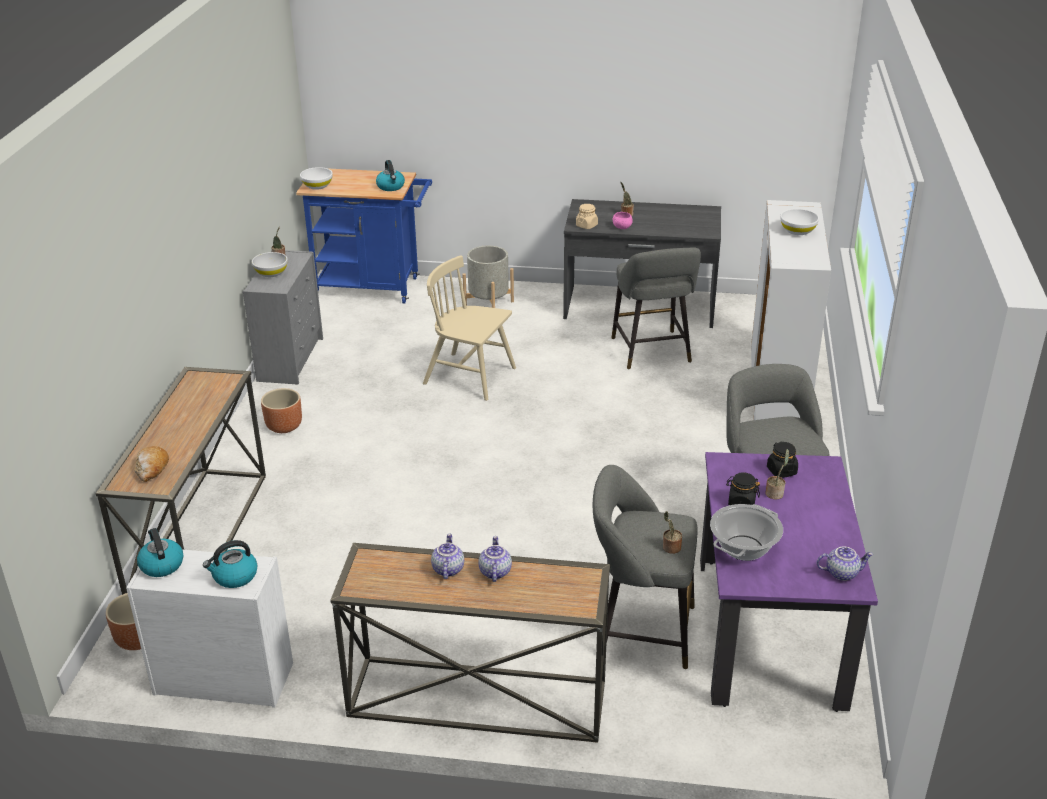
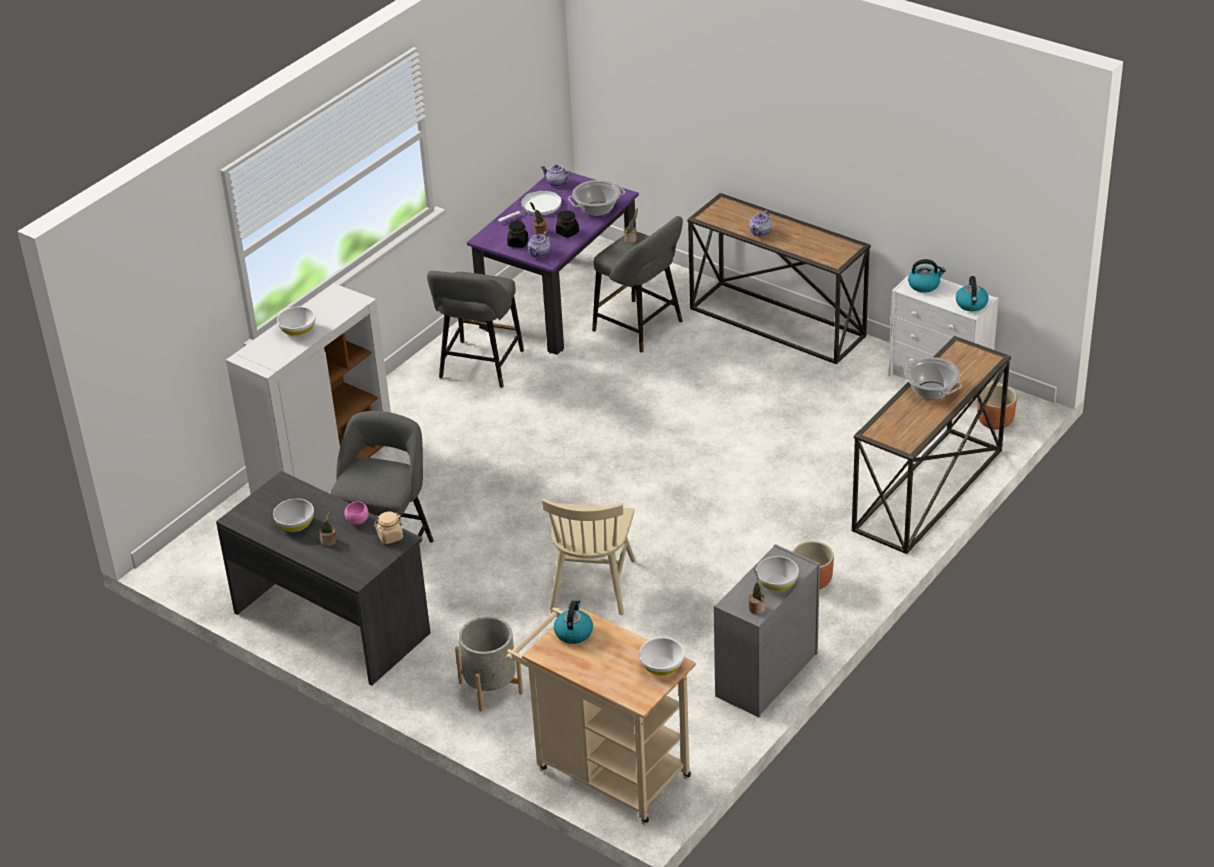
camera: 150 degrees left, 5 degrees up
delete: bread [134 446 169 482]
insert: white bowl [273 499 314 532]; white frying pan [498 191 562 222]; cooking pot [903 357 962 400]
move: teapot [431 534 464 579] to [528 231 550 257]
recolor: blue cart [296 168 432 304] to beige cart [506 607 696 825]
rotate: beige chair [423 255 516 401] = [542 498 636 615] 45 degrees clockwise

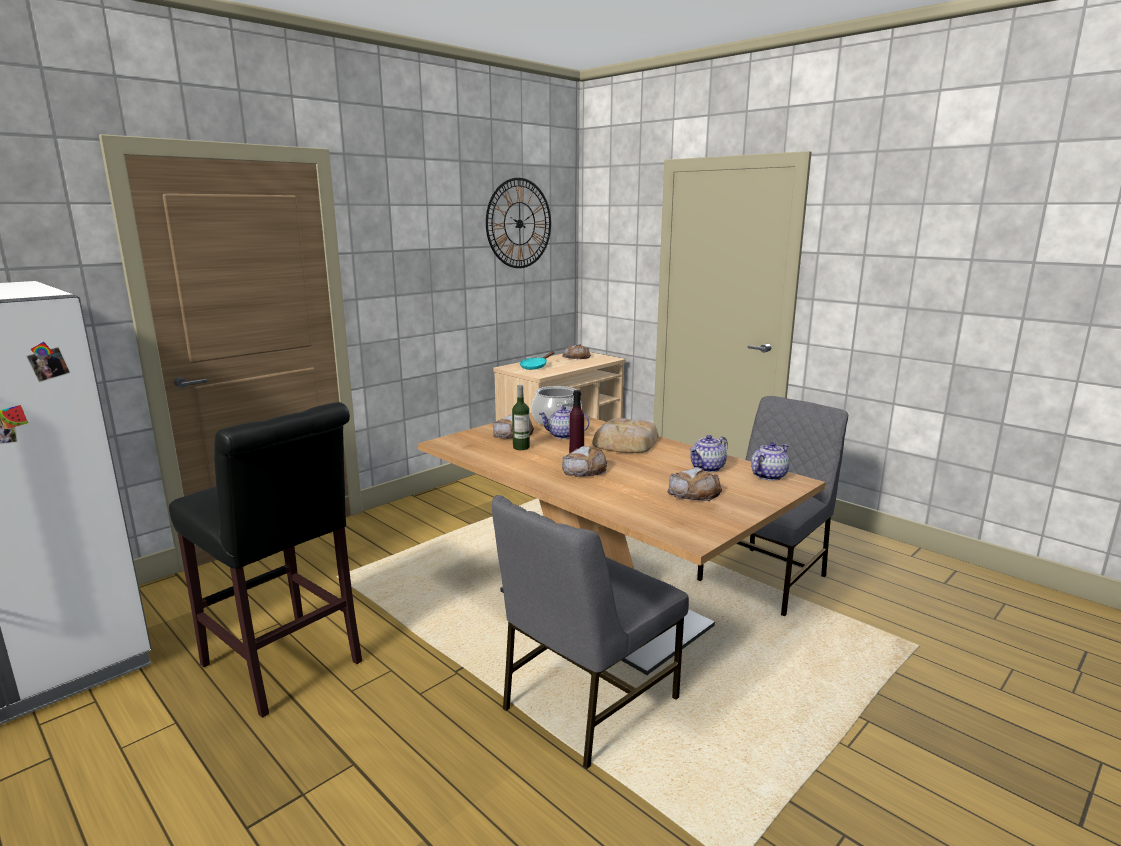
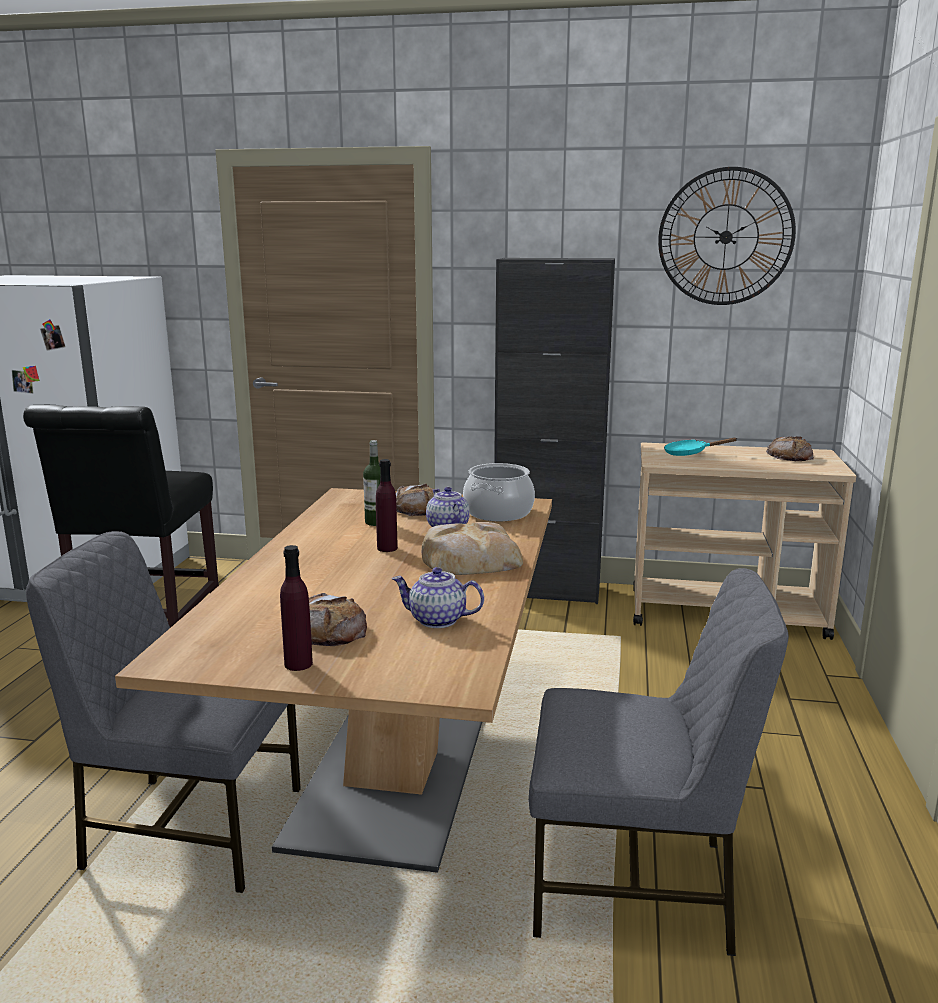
camera: 55 degrees right, 0 degrees up
delete: bread [562 446 607 477]; teapot [751 442 790 481]
insert: purple bottle [280 545 313 671]; black cabinet [494 258 615 604]

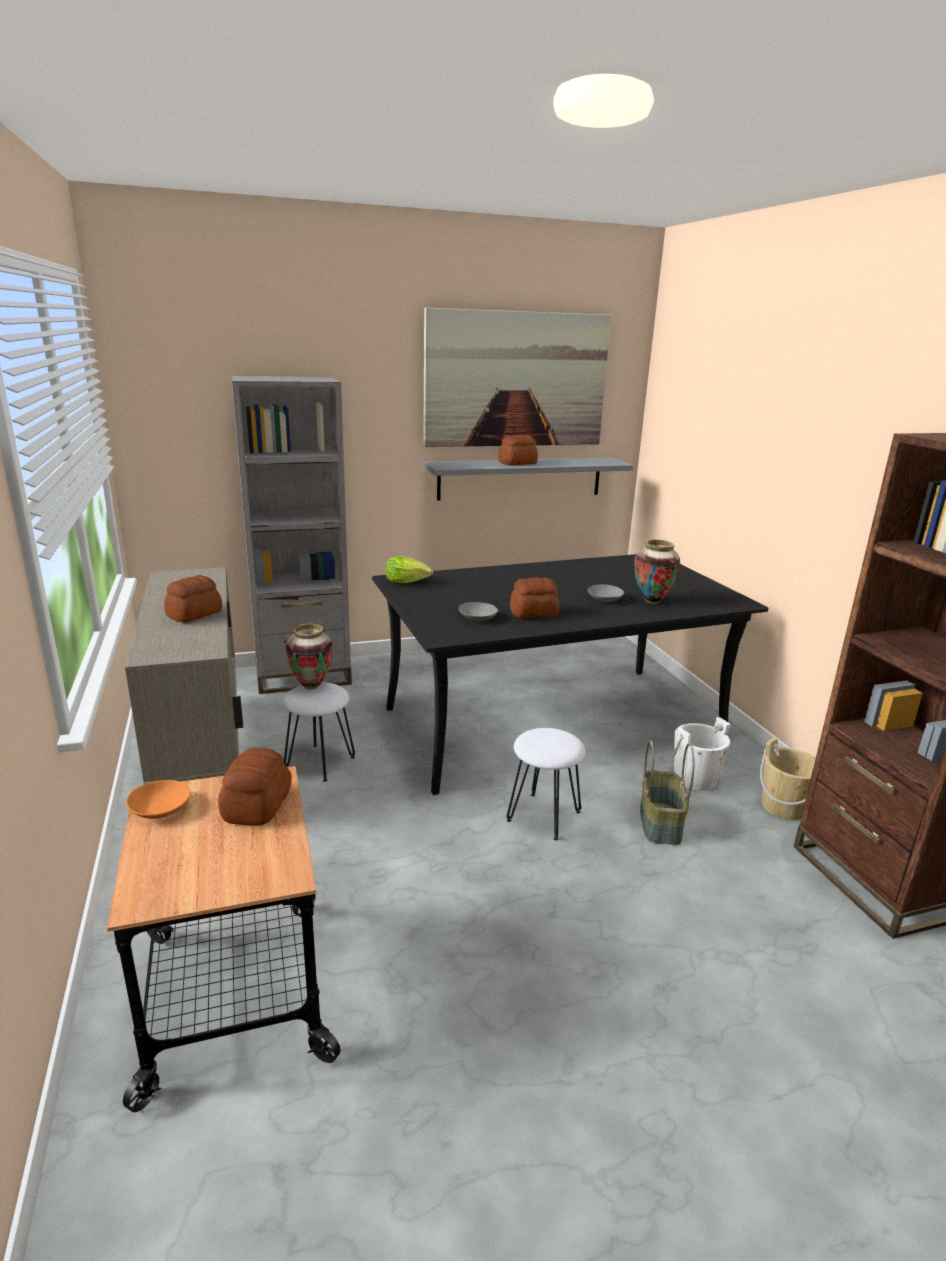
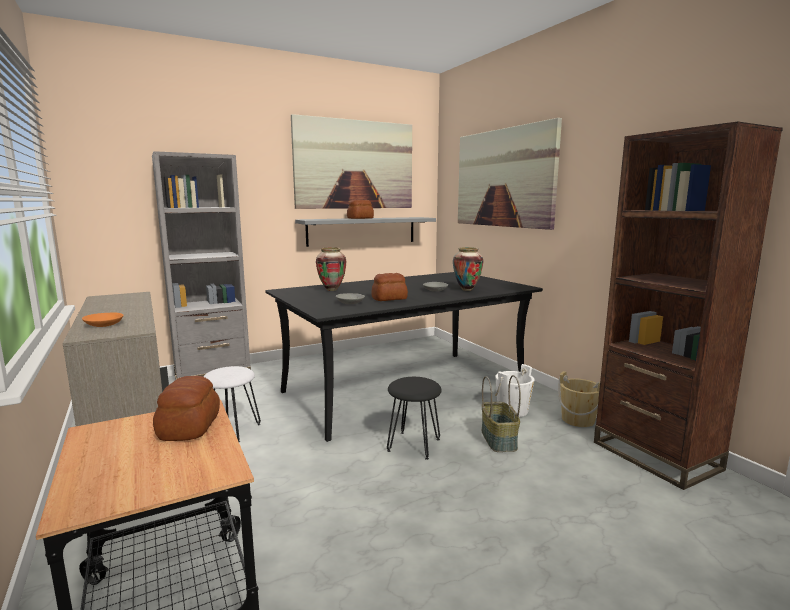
camera: 10 degrees left, 10 degrees down
delete: bread [164 575 222 623]; lettuce [385 556 433 583]
insert: picture [458 118 562 230]
move: orange bowl [126 780 190 819] to [82 312 124 327]; vase [286 624 332 690] to [316 247 346 291]
recolor: white stool [507 728 586 841] to black stool [387 377 442 460]

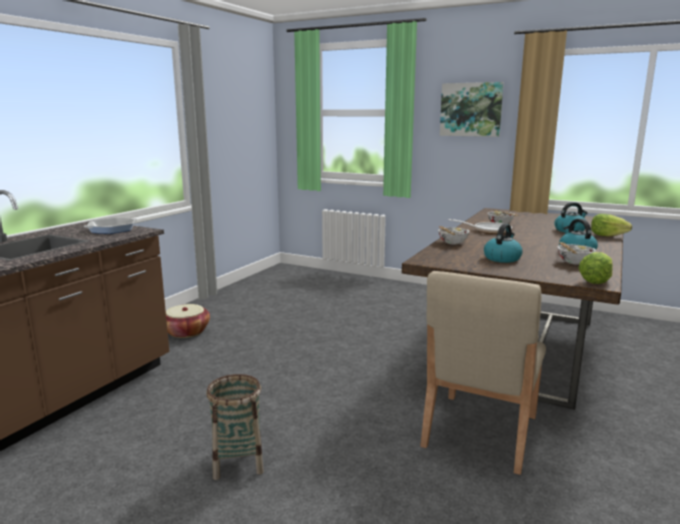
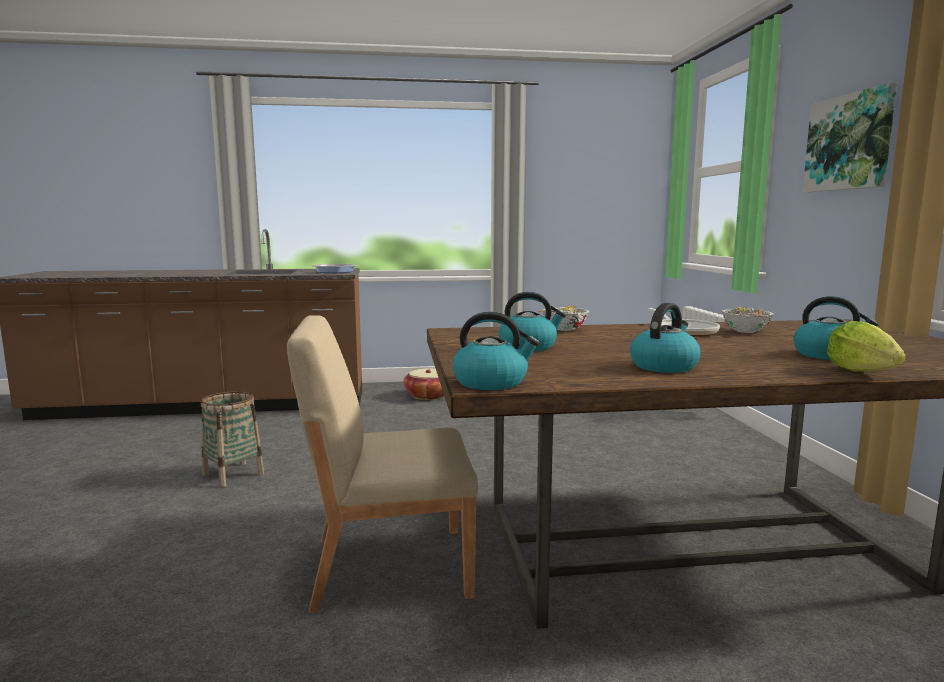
camera: 55 degrees right, 5 degrees down
delete: bowl [557 242 596 264]
replace: lettuce [578 252 613 284] to kettle [453 312 540 390]

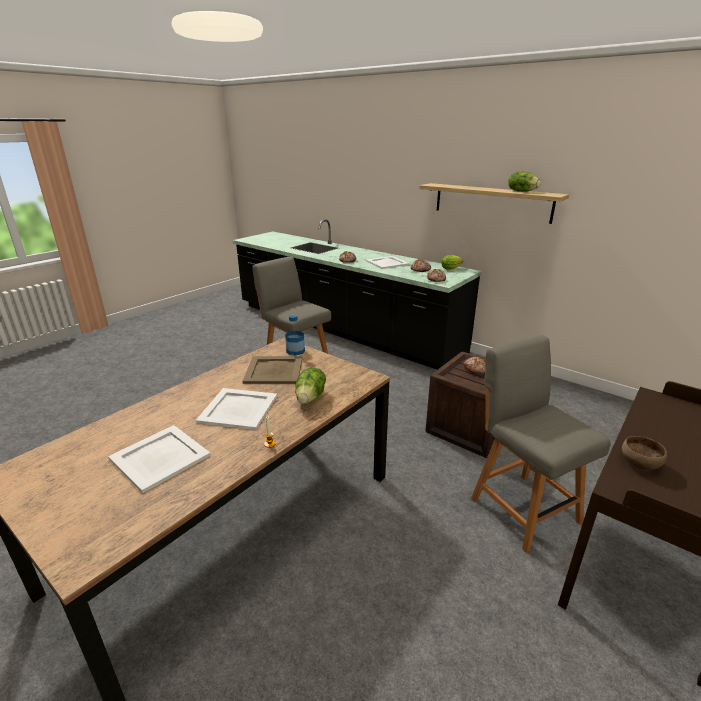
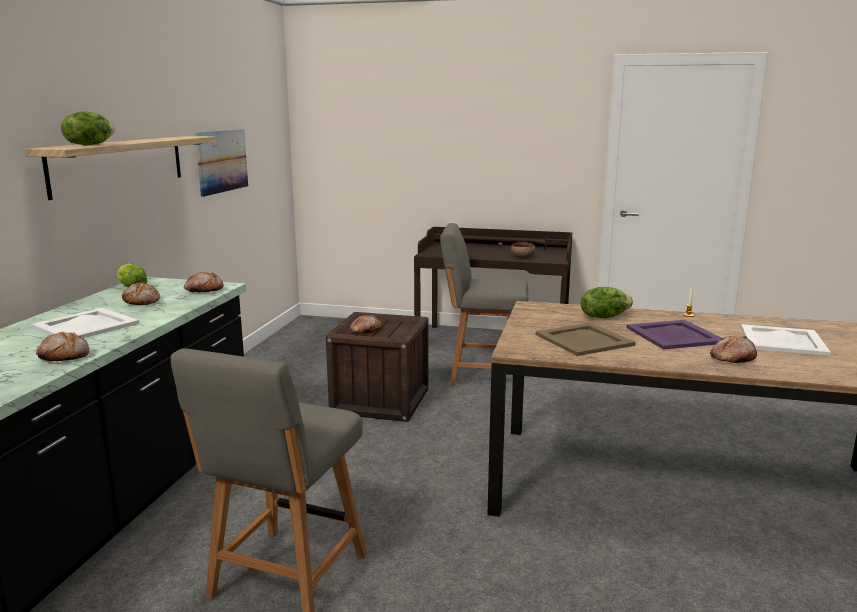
camera: 115 degrees left, 10 degrees down
delete: bottle [285 315 305 356]
insert: picture [195 129 248 197]; bread [710 336 757 363]
move: lettuce [508 172 541 192] to [61 111 115 145]
recolor: white tray [196 388 277 430] to purple tray [626 320 722 350]
rotate: grey chair [471 335 611 553] = [440 223 528 386] 60 degrees clockwise

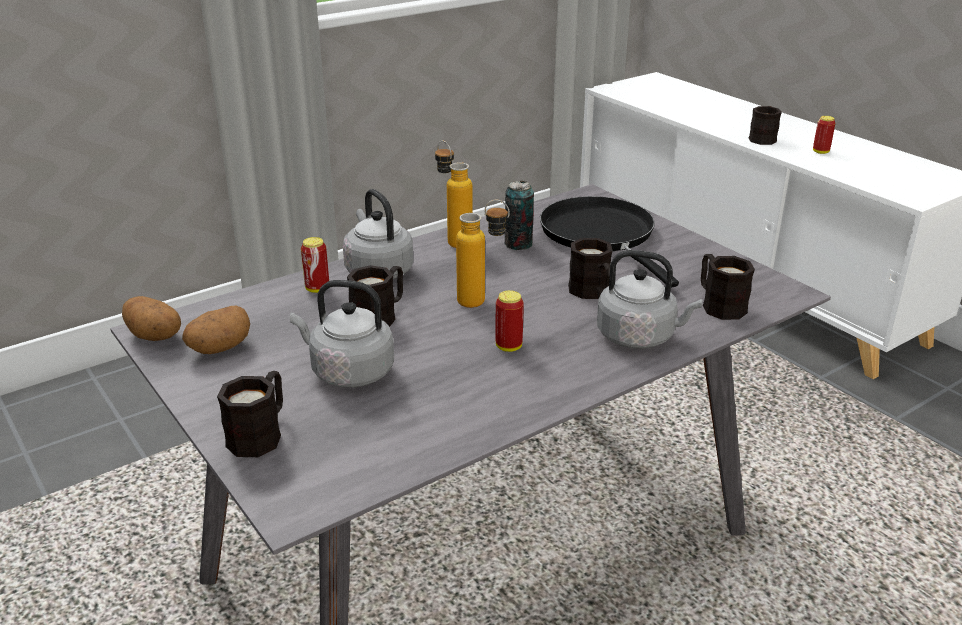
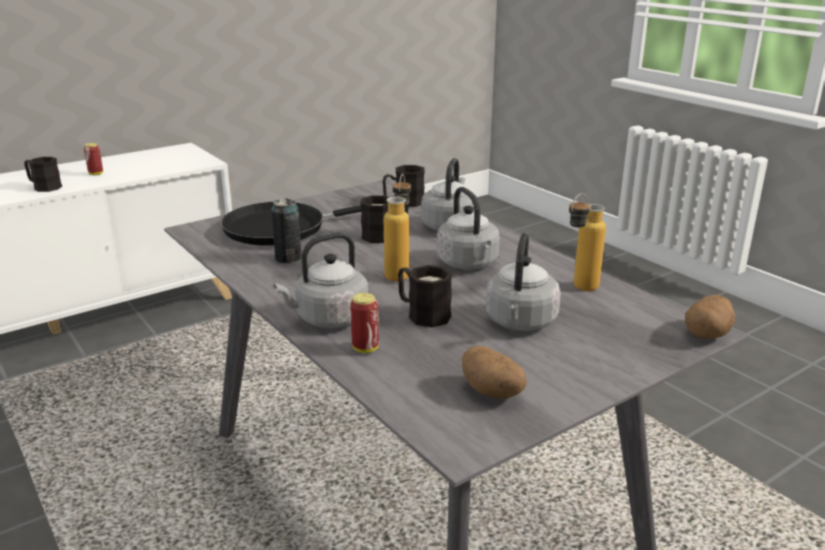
camera: 90 degrees left, 5 degrees down
delete: black mug [217 371 283 457]
move: potato [122 296 181 341] to [685 295 736 340]; bottle [435 141 473 248] to [569 193 606 291]
replace: can [495 290 524 352] to grey kettle [437 187 500 269]

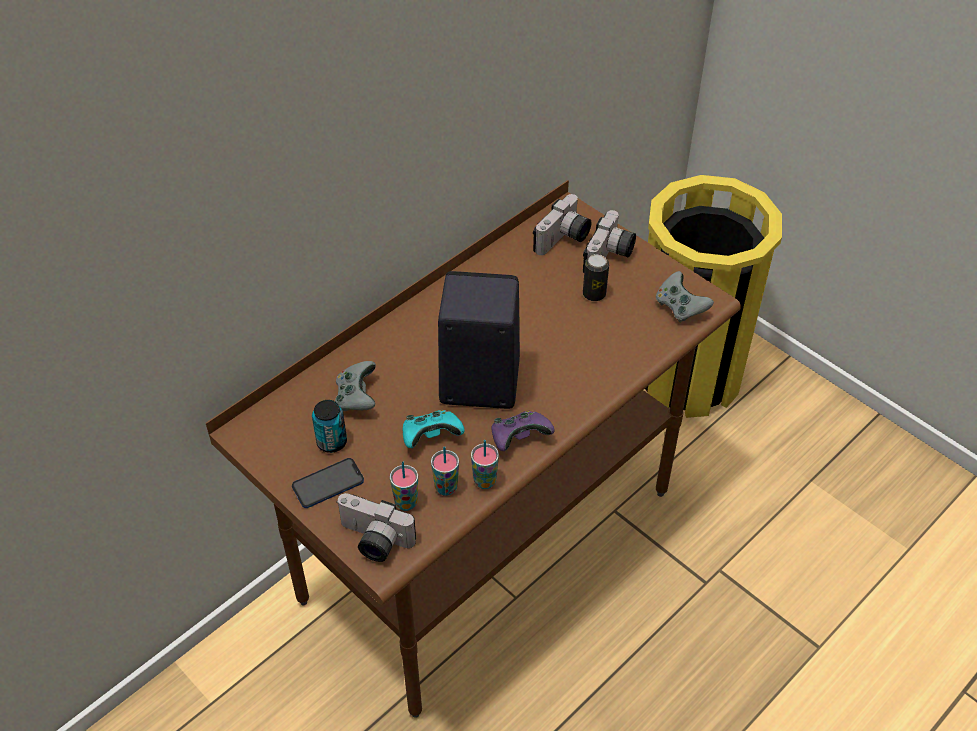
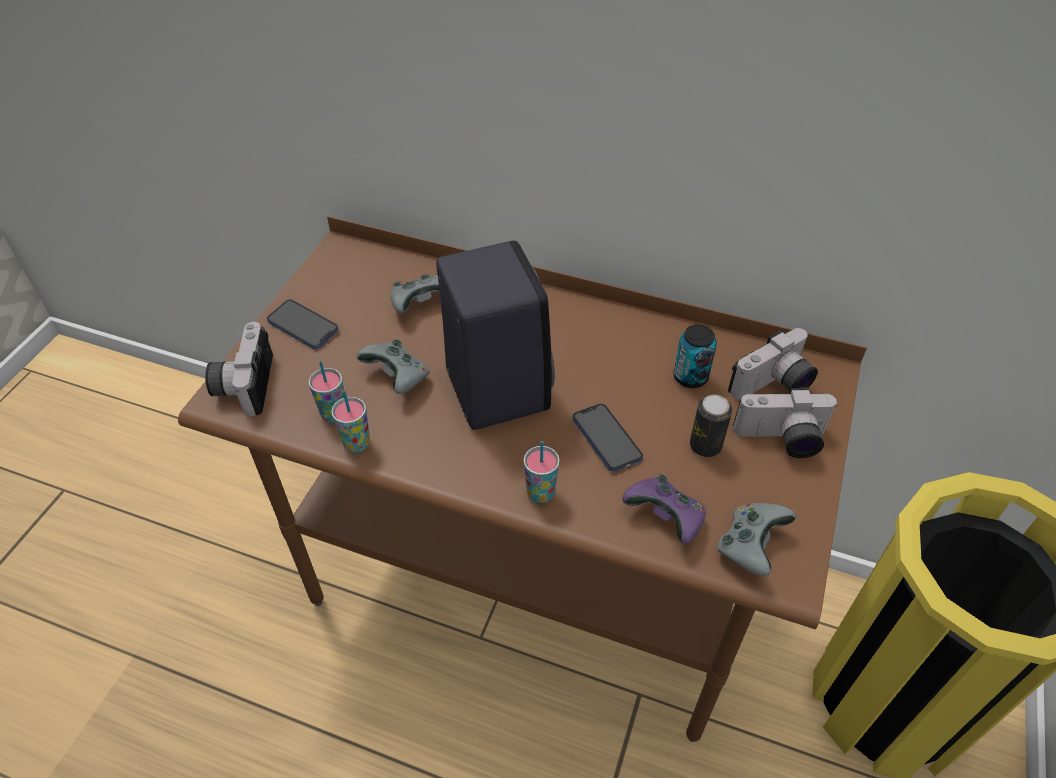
camera: 65 degrees right, 0 degrees up
insert: phone [572 404 643 472]
move: can [312 400 347 453] to [674 325 717 388]; cup [390 462 418 511] to [524 441 560 503]; purple game controller [492 411 555 451] to [622 474 706 544]
recolor: turquoise game controller [403 410 465 448] to grey game controller [356 339 430 394]
rotate: photo camera [533 194 592 255] = [728 328 818 400] 45 degrees counterclockwise

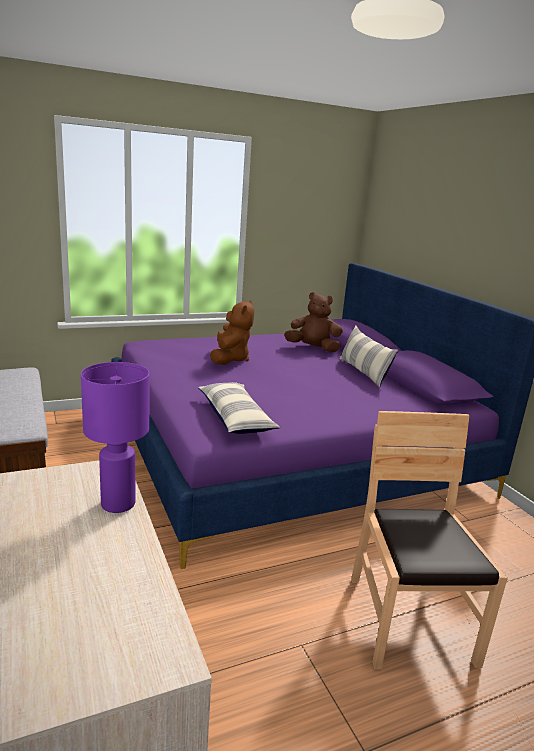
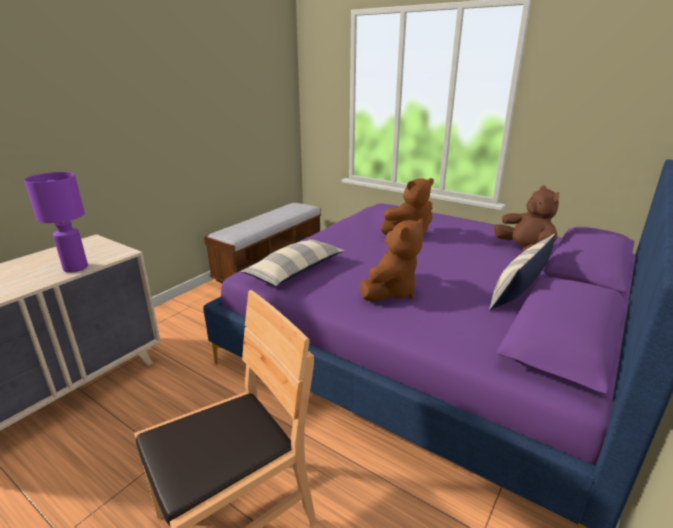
camera: 60 degrees right, 5 degrees up
insert: brown plush toy [360 218 424 302]

